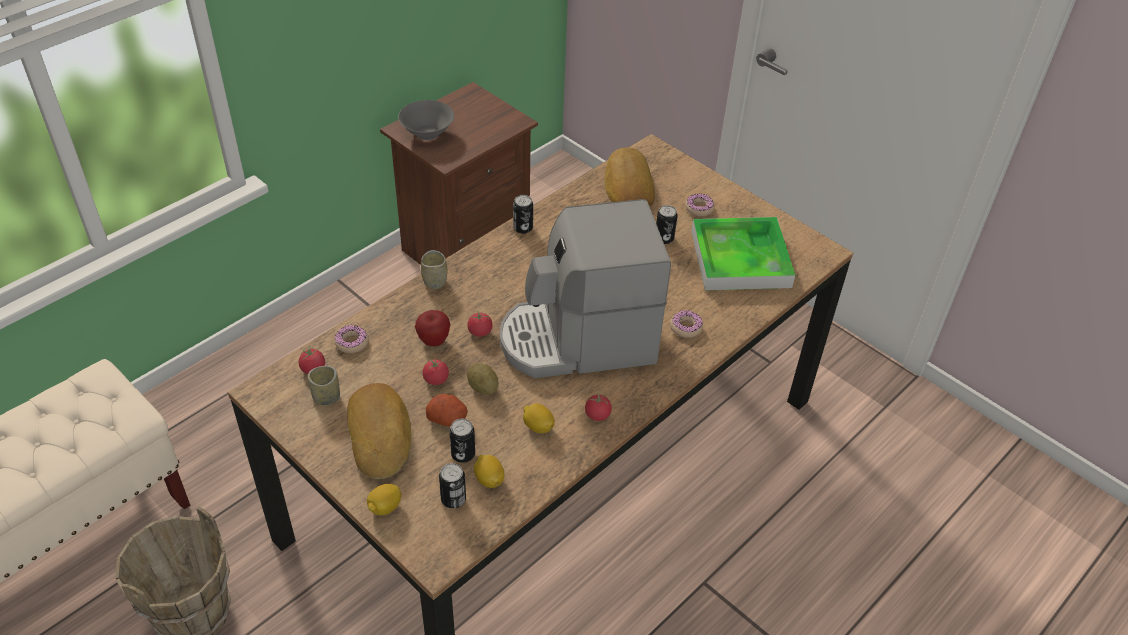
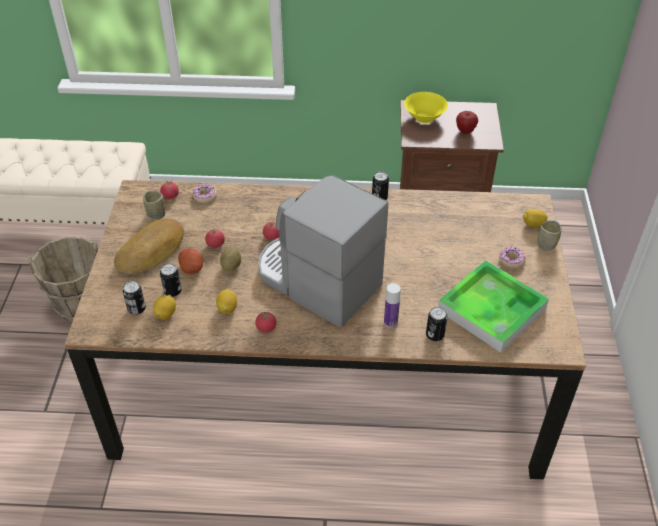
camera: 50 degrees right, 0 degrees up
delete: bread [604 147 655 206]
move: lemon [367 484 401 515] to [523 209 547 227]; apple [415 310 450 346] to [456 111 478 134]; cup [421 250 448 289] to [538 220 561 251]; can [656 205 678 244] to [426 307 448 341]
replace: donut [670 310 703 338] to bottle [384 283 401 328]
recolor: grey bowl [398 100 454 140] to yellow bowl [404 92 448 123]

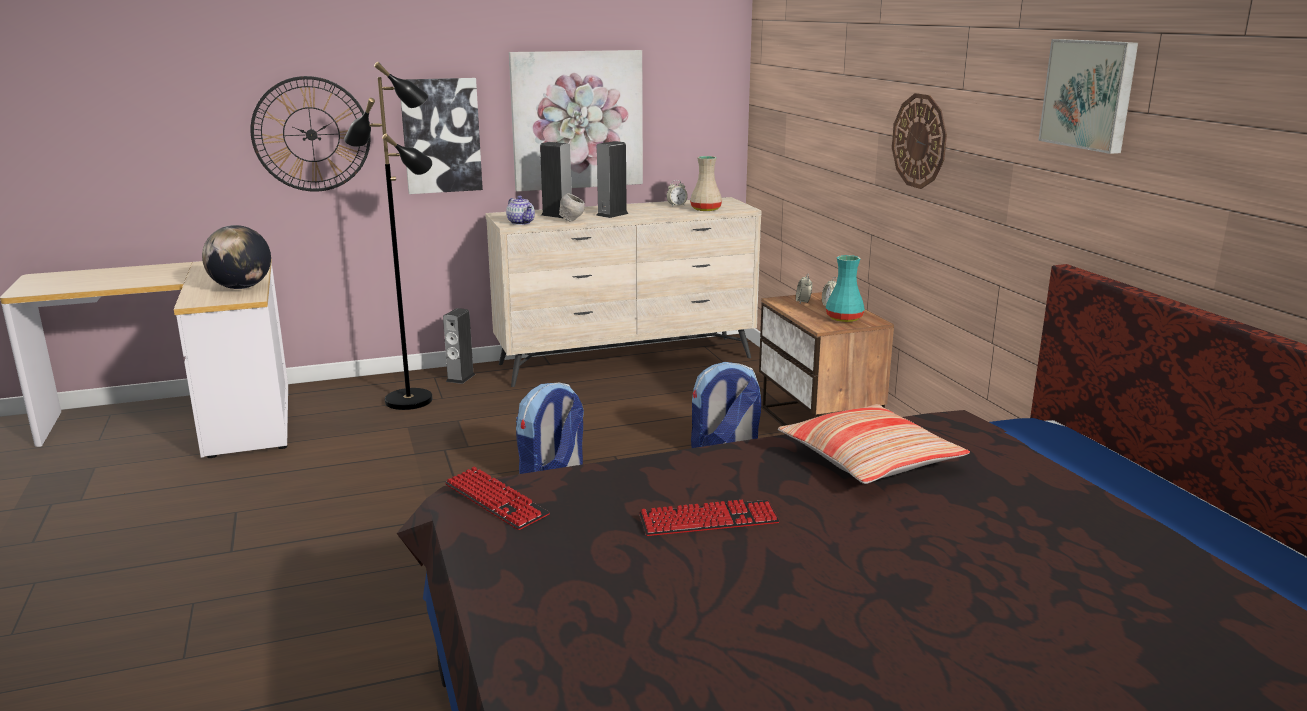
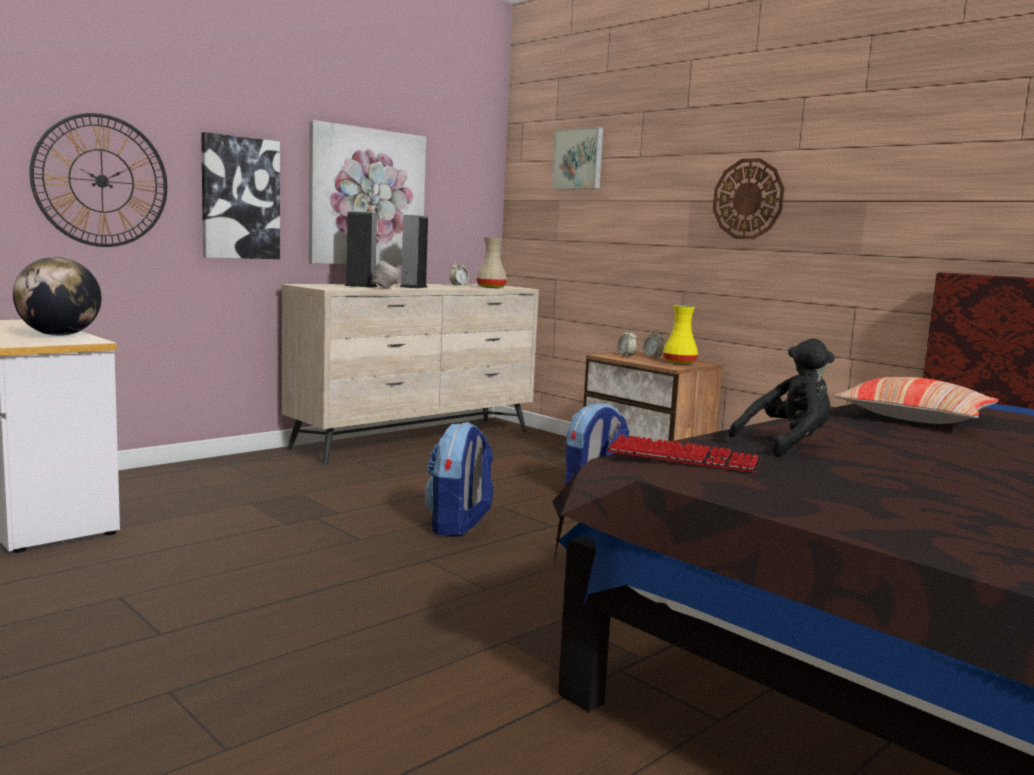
camera: 25 degrees left, 10 degrees down
delete: black floor lamp [344 62 433 410]; speaker [443 308 475 384]; teapot [506 196 535 225]; keyboard [639 500 780 536]
insert: black plush toy [729 339 835 456]
move: picture [1038 39 1138 154] to [552 127 603 189]
recolor: turquoise vase [826 255 865 322] to yellow vase [663 305 698 364]

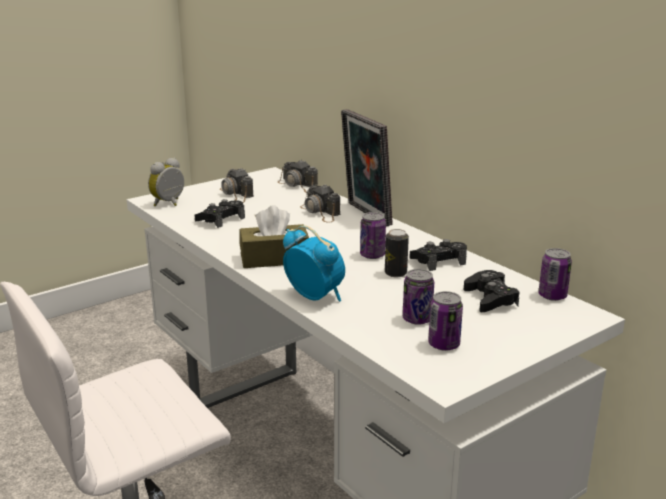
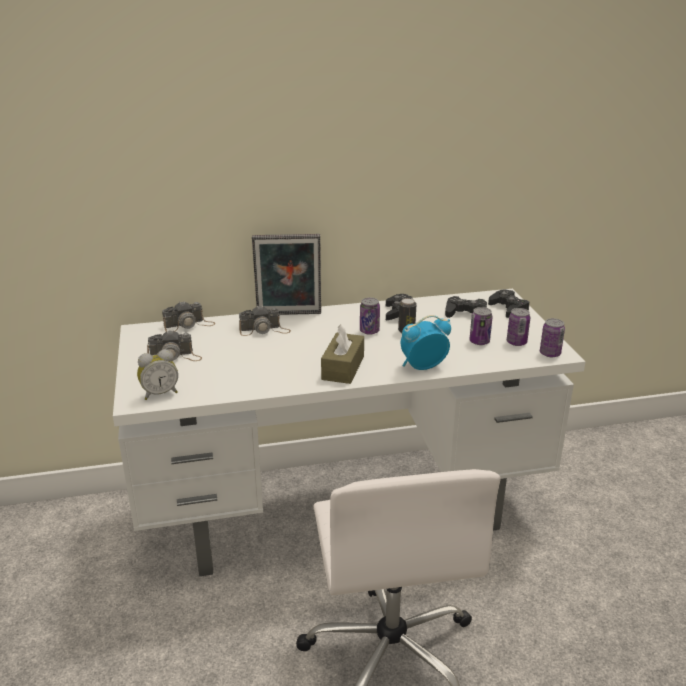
camera: 65 degrees left, 5 degrees up
move: black game controller [195 199 245 228] to [488 290 529 318]; can [538 248 572 301] to [540 318 565 357]
rotate: alarm clock [148 158 184 207] = [137 349 178 400] 90 degrees counterclockwise

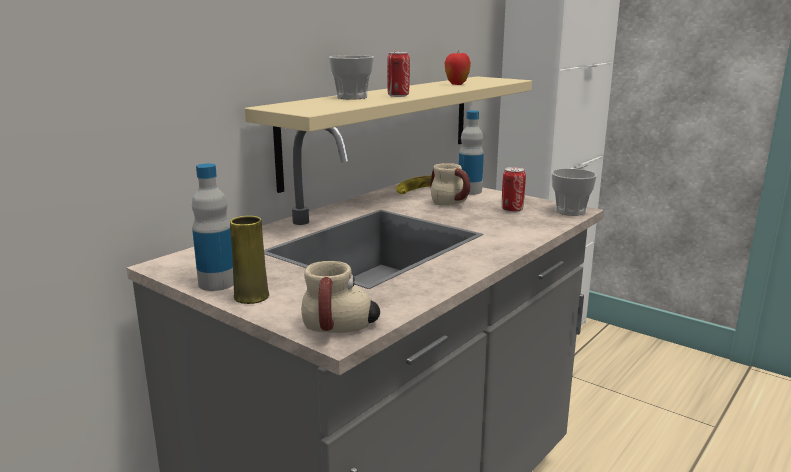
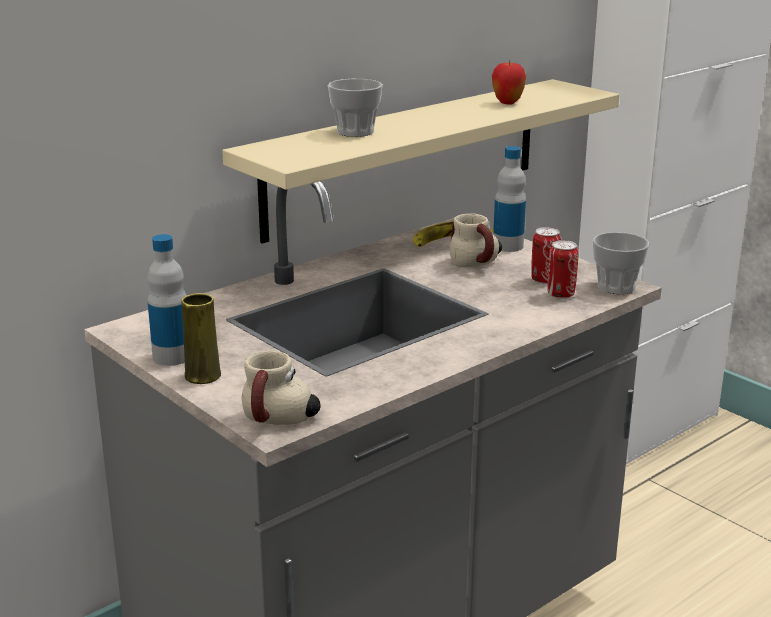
camera: 10 degrees right, 5 degrees up
move: can [387 52 410 97] to [547 240 579 299]

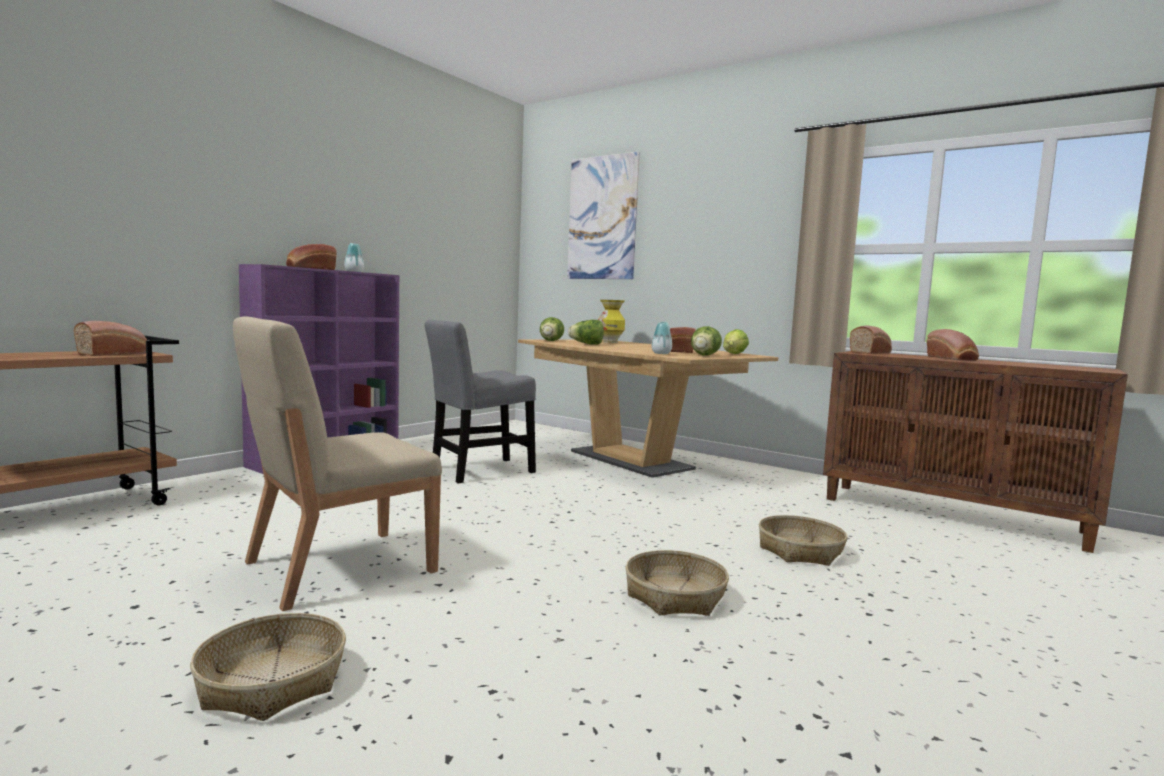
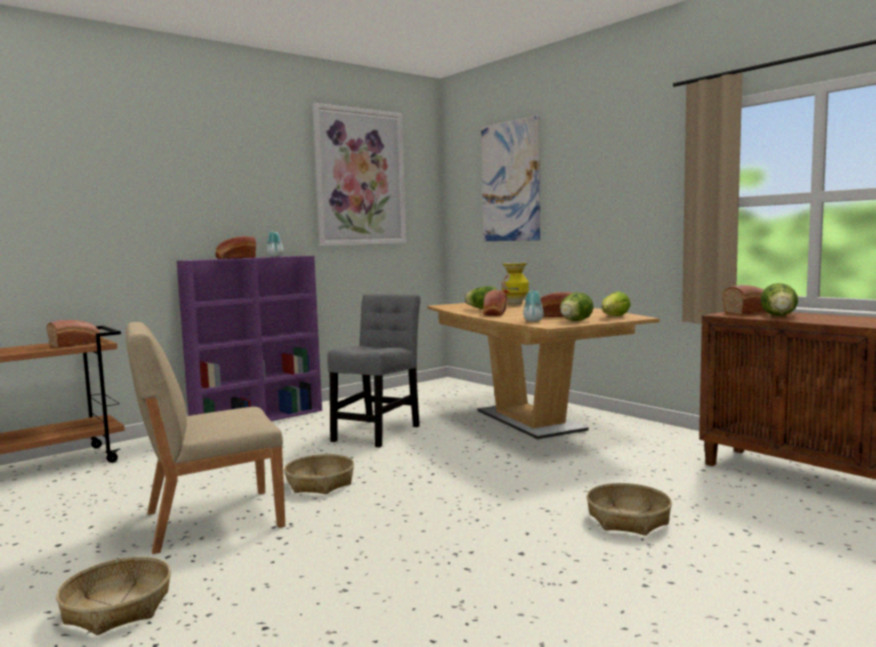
camera: 15 degrees right, 0 degrees up
insert: picture [312 103 406 246]
move: lettuce [540 317 564 341] to [761 283 798 316]; basket [625 550 729 616] to [284 454 354 494]; bread [927 329 979 361] to [483 290 507 316]
rotate: grey chair [424 320 536 484] = [327 294 420 448] 135 degrees clockwise

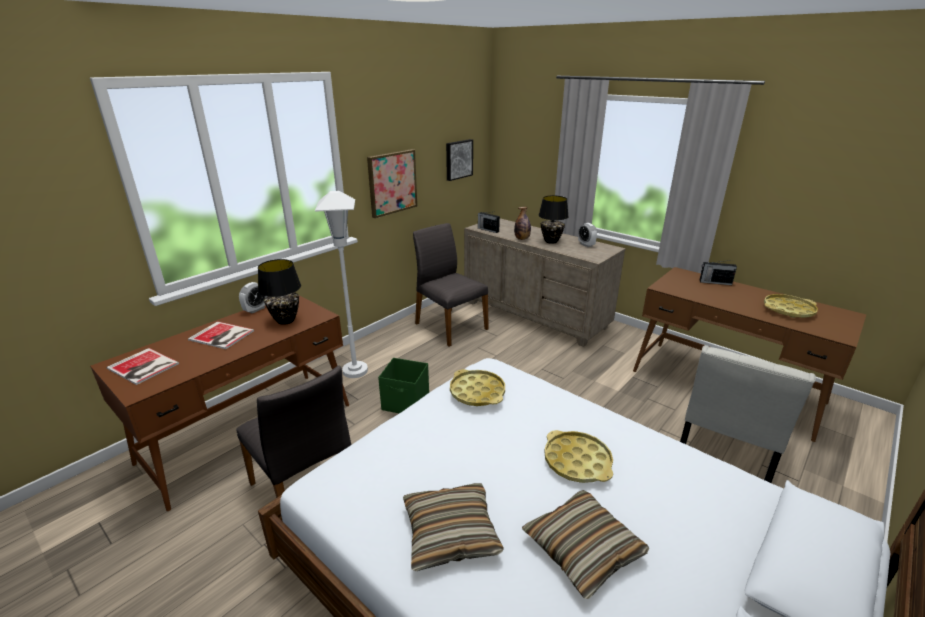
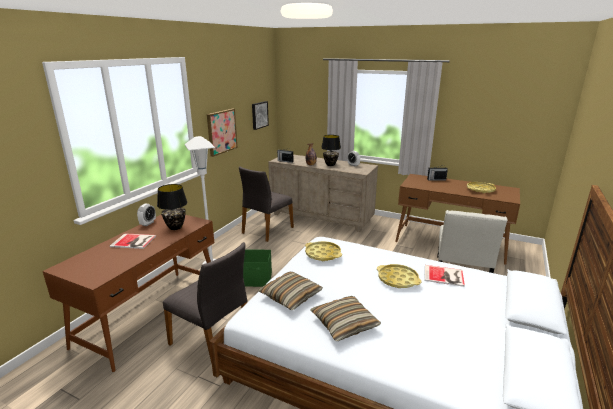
camera: 15 degrees left, 5 degrees down
move: book [106 348 179 385] to [425 265 465 287]; pillow [522 490 650 599] to [258 272 323 310]
rotate: grey chair [413 223 489 346] = [239 166 294 242] 90 degrees counterclockwise

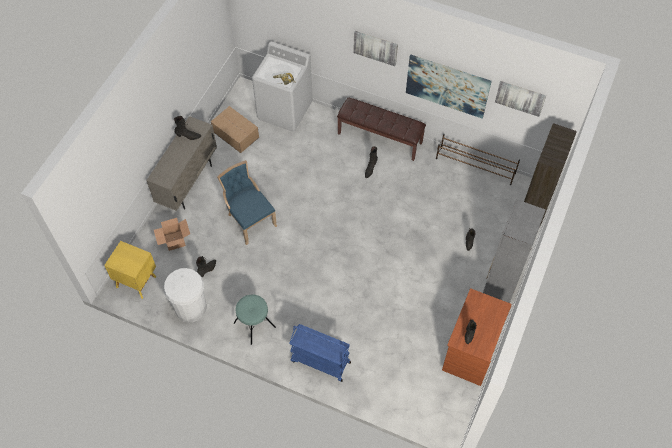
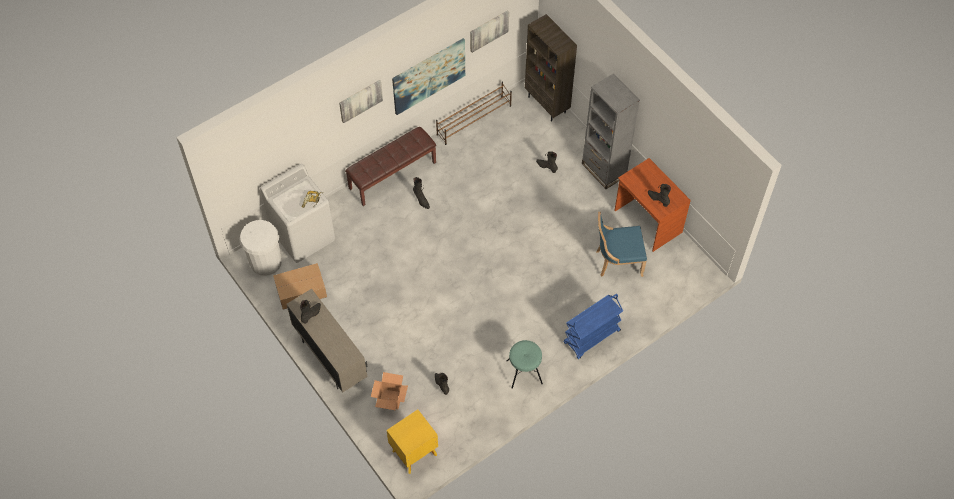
camera: 60 degrees left, 0 degrees up
move: white trash can [164 268 207 322] to [239 220 282 276]; blue chair [217 160 277 245] to [596 211 647 277]

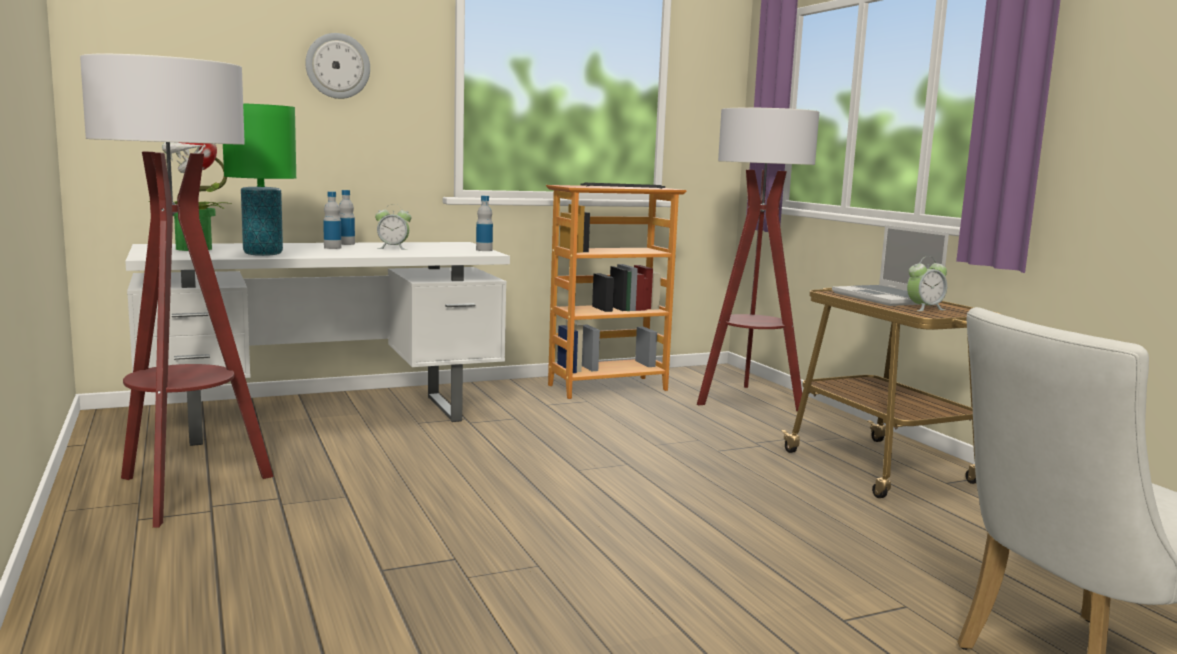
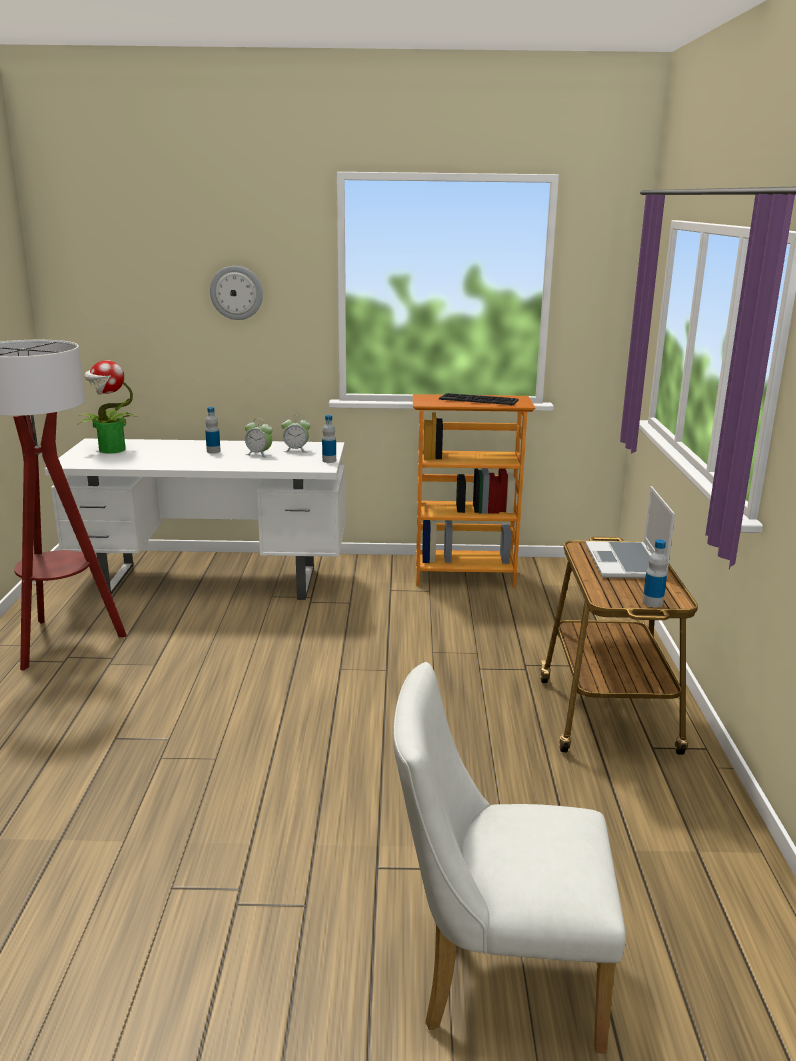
camera: 25 degrees right, 10 degrees up
delete: green table lamp [223 103 296 256]; floor lamp [697 108 819 412]
move: bottle [339 190 355 245] to [643 539 668 607]; alarm clock [907 257 947 311] to [281 415 310 453]

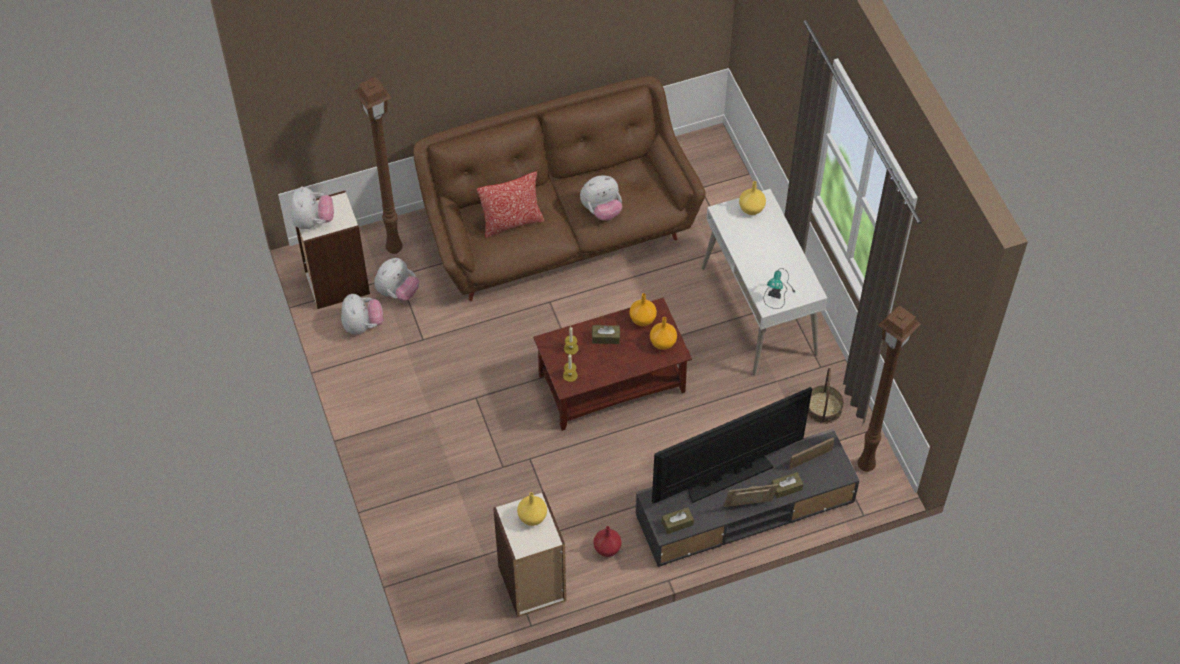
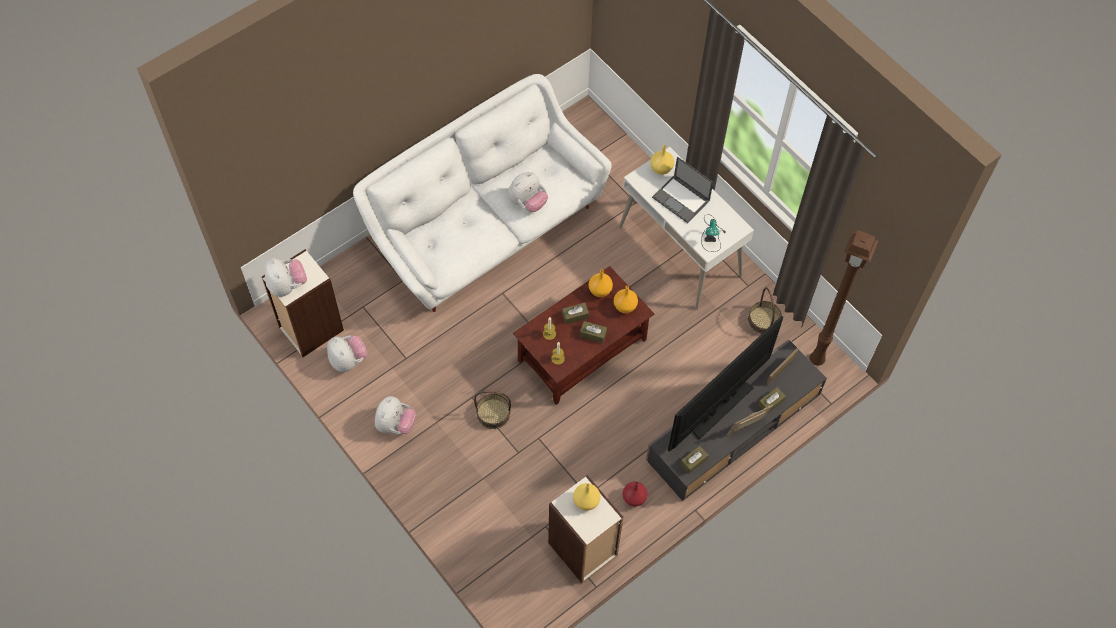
camera: 20 degrees left, 5 degrees up
delete: brown floor lamp [354 77 403 254]; pillow [477 172 544 238]
insert: basket [474 391 511 429]; brown tissue box [580 321 607 343]; laptop [652 157 713 223]
move: plush toy [374 258 419 301] to [375 396 416 434]
recolor: brown sofa [413 76 706 301] to white sofa [353 74 612 312]

